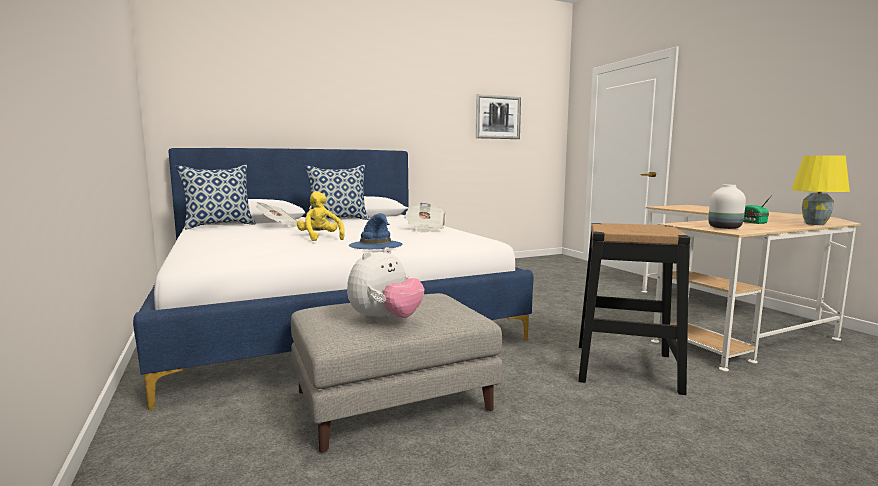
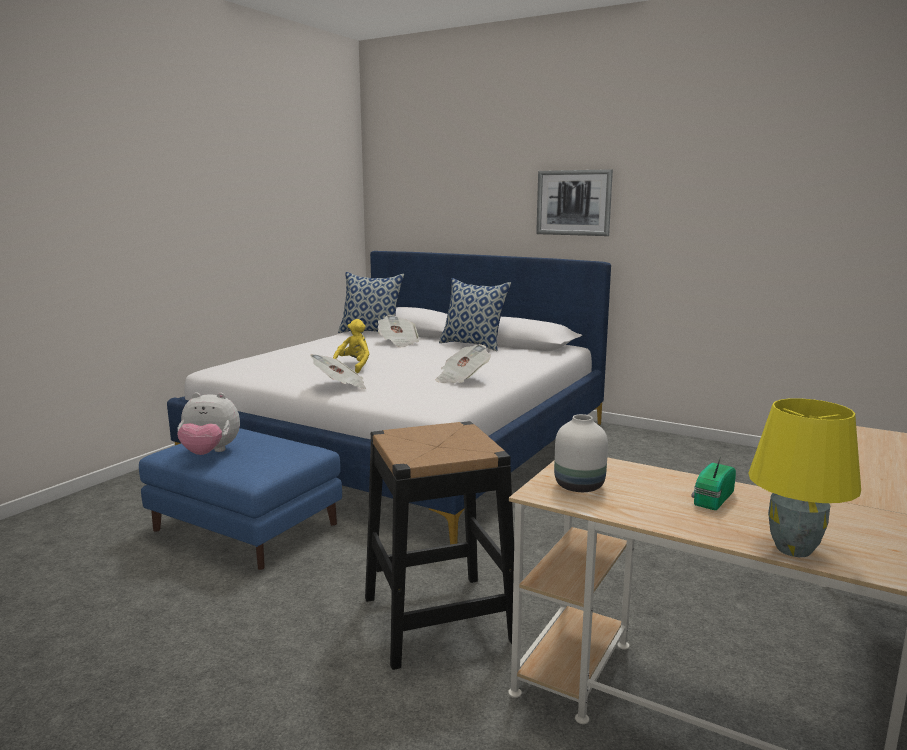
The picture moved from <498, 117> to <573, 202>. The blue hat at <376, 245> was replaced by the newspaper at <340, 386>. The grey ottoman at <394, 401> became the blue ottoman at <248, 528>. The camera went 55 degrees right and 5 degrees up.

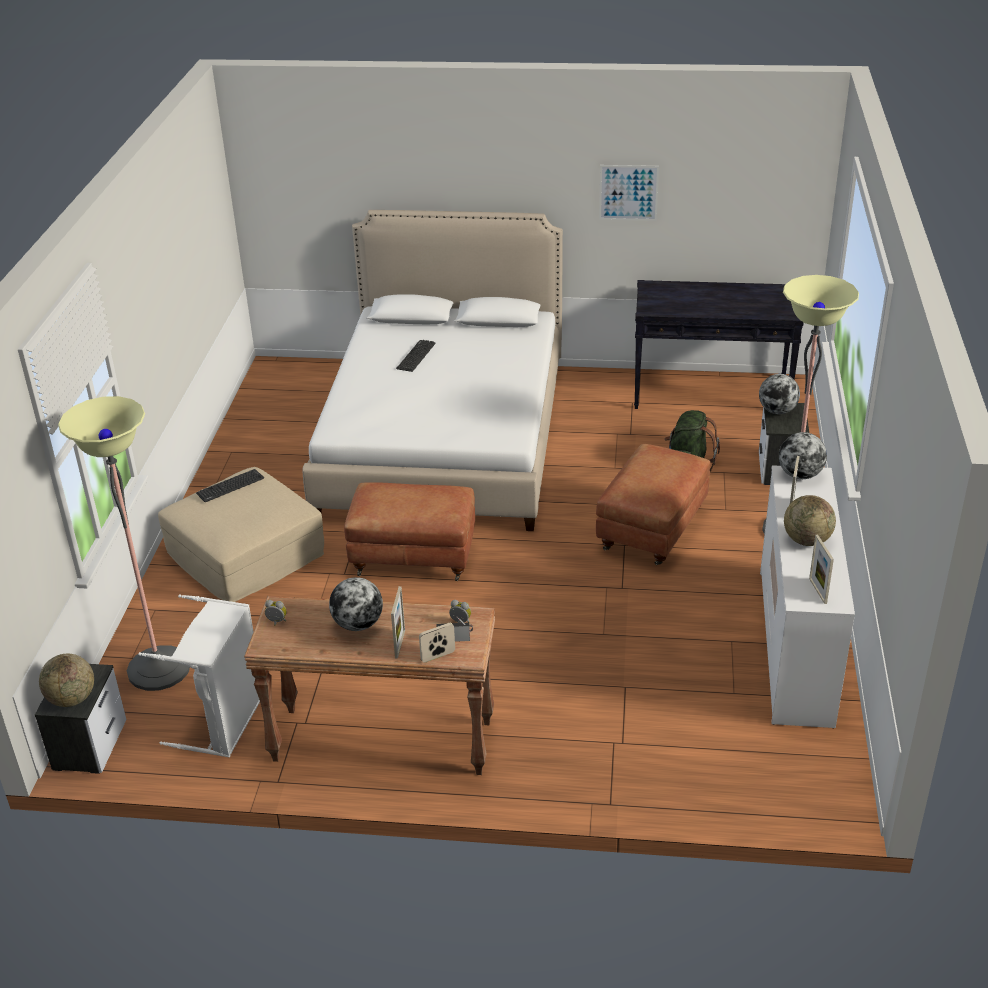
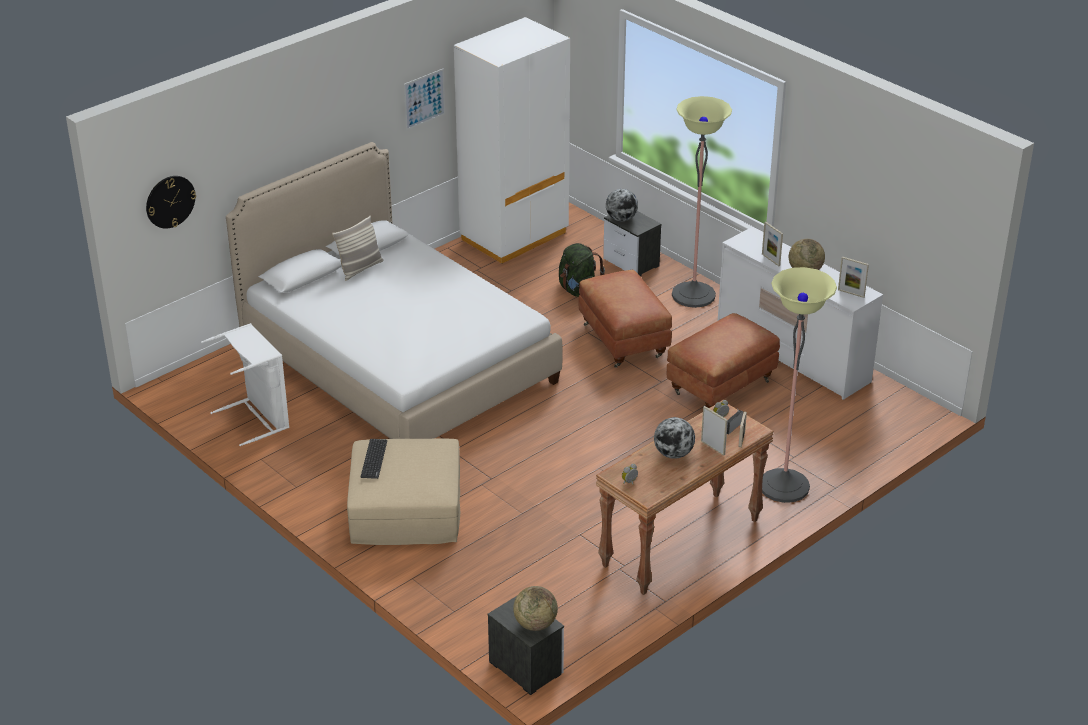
The black console table at <711, 392> was replaced by the white wardrobe at <514, 236>. The keyboard at <416, 356> disappeared. The floor lamp moved from <159, 669> to <784, 486>. The globe at <800, 475> disappeared. The brown ottoman moved from <414, 558> to <721, 386>. The white laundry basket moved from <224, 722> to <257, 418>. The wall clock at <170, 201> appeared. The pillow at <360, 269> appeared. The camera went 50 degrees left and 0 degrees up.

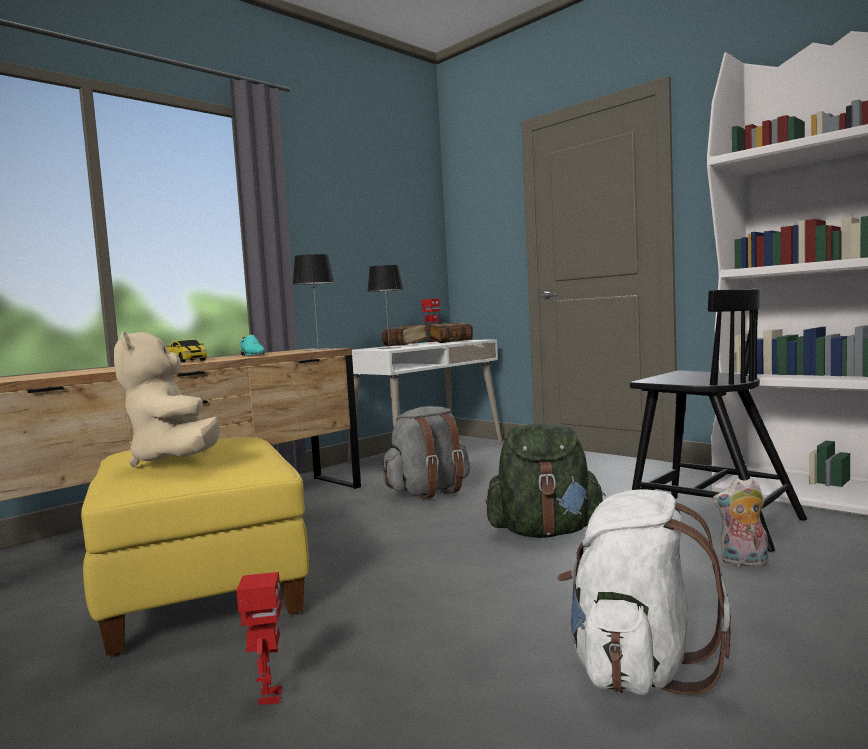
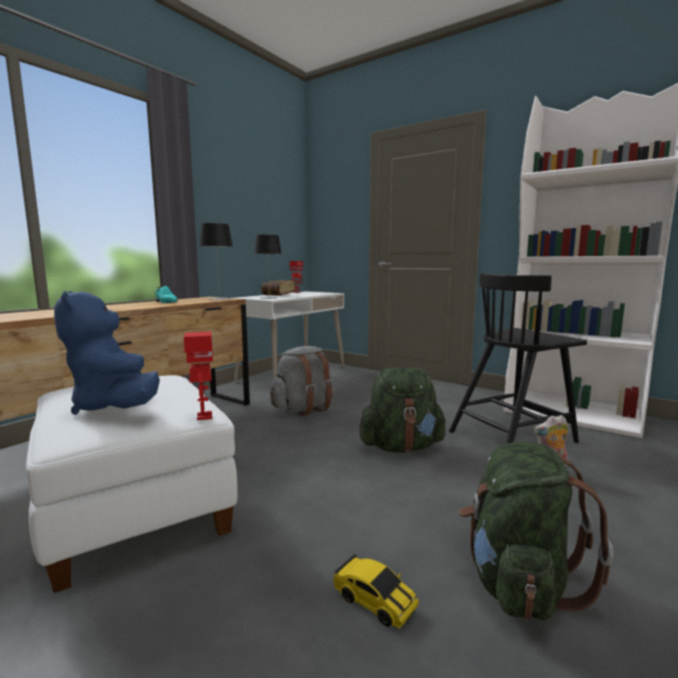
The black chair at <711, 521> turned 120 degrees clockwise. The book at <450, 341> disappeared. The beige plush toy at <176, 461> became the blue plush toy at <115, 407>. The toy car moved from <187, 361> to <374, 601>. The yellow ottoman at <201, 590> became the white ottoman at <135, 509>. The white backpack at <637, 668> became the green backpack at <518, 582>. The toy robot moved from <268, 697> to <203, 416>. The camera went 10 degrees left and 5 degrees up.

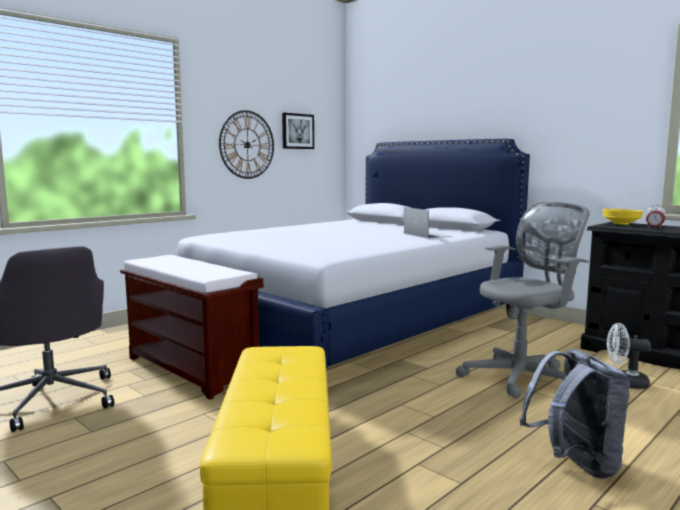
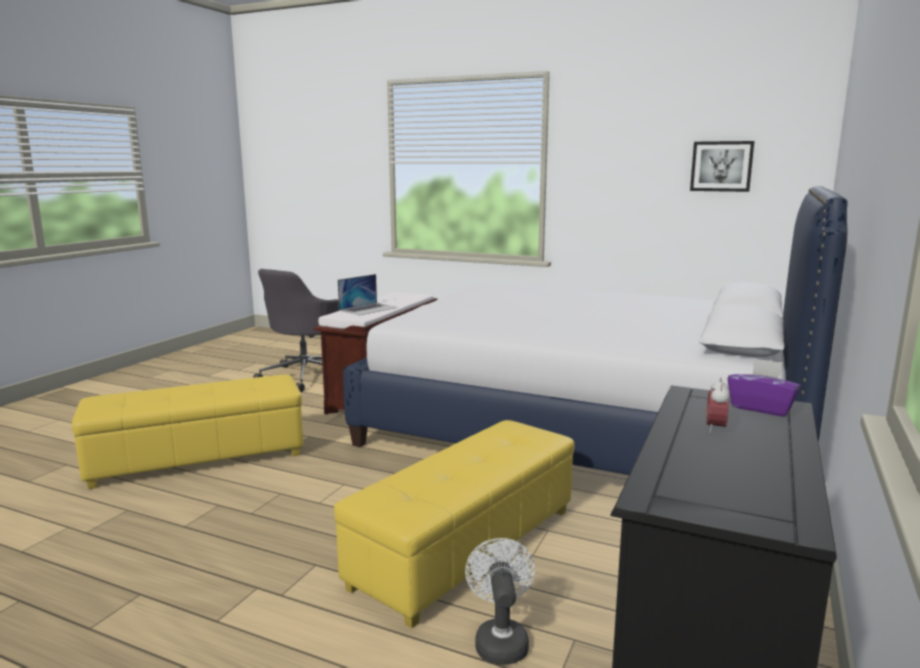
The wall clock at <247, 144> disappeared. The grey office chair at <522, 377> was replaced by the yellow ottoman at <467, 548>. The laptop moved from <427, 235> to <368, 309>. The yellow bowl at <621, 224> was replaced by the purple tissue box at <761, 408>. The grey backpack at <575, 465> disappeared. The camera went 70 degrees right and 5 degrees up.

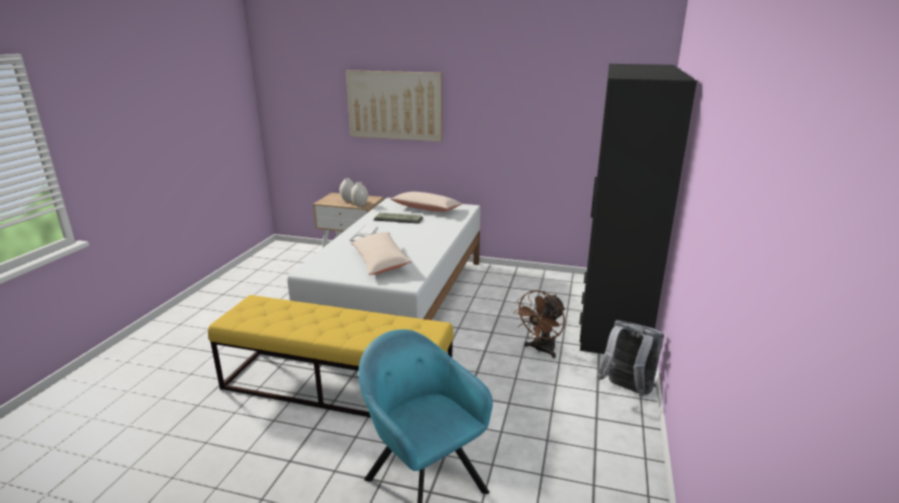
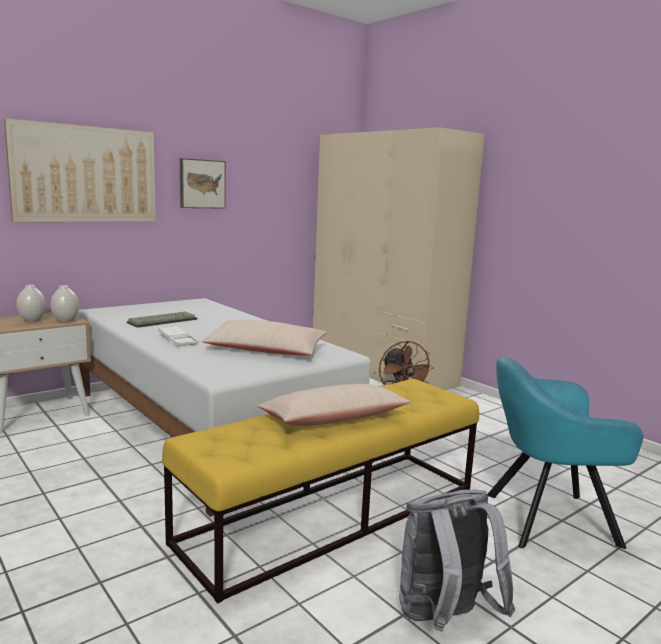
The black wardrobe at <613, 313> became the beige wardrobe at <381, 370>. The beige pillow moved from <426, 209> to <333, 419>. The grey backpack moved from <626, 390> to <444, 619>. The picture at <201, 184> appeared. The camera went 55 degrees left and 10 degrees down.

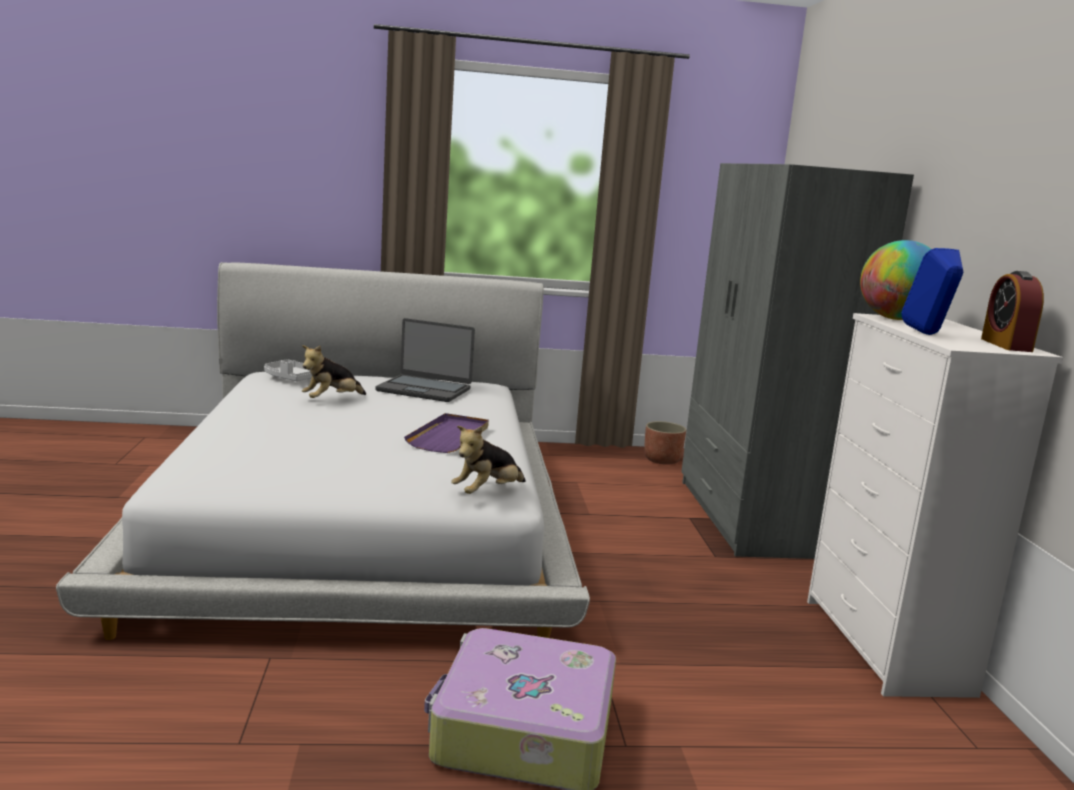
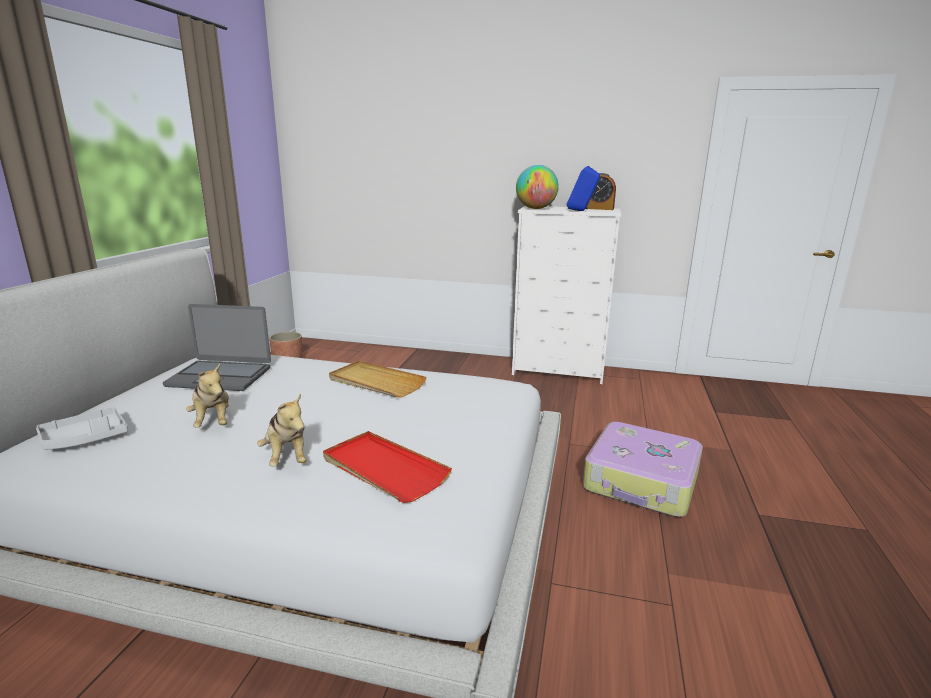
The grey wardrobe at <753, 518> disappeared. The laptop at <424, 390> turned 60 degrees clockwise. The purple tray at <450, 437> became the beige tray at <376, 382>. The plush toy moved from <487, 492> to <286, 457>. The red tray at <383, 469> appeared. The camera went 70 degrees left and 5 degrees up.

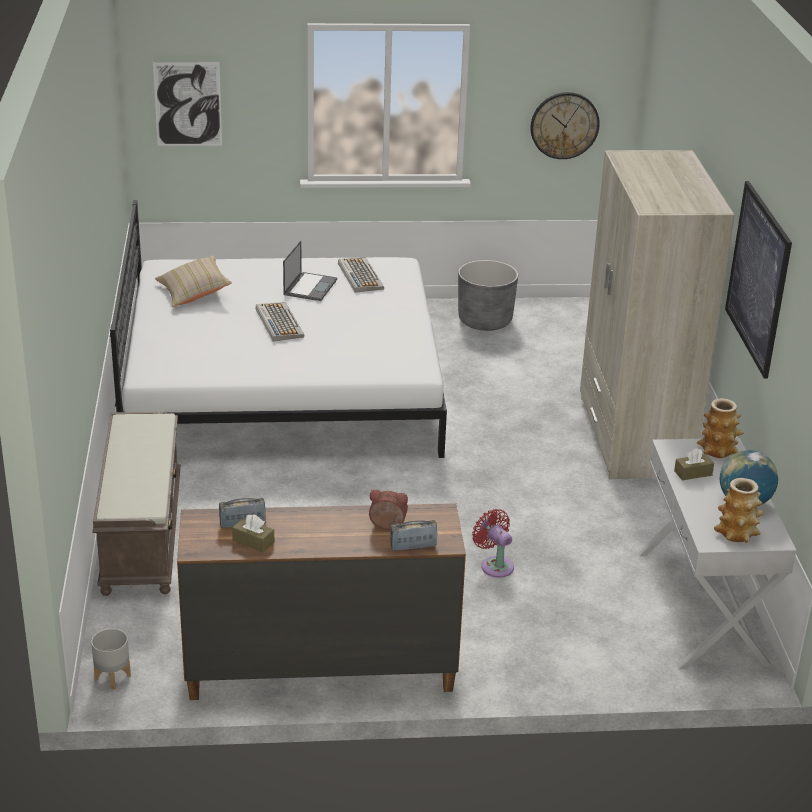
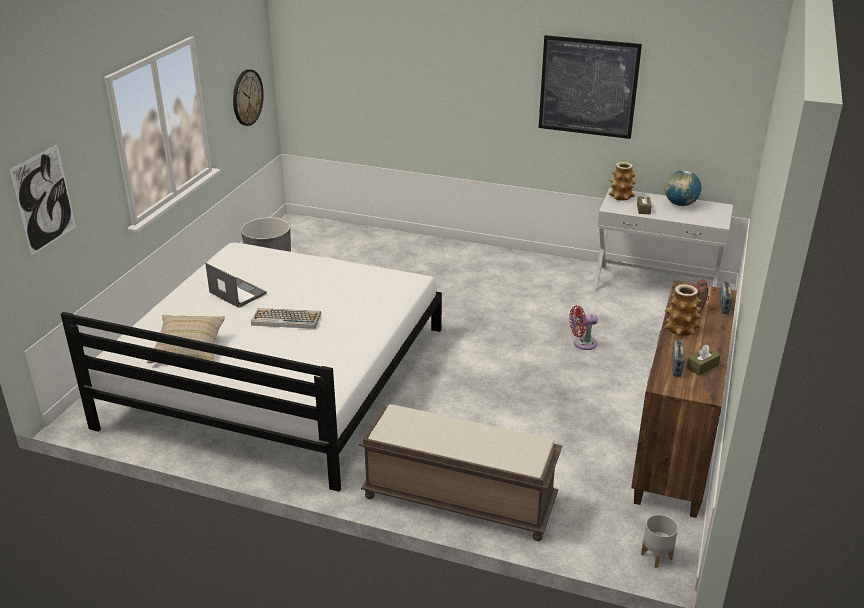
The beige wardrobe at <633, 437> disappeared. The keyboard at <359, 276> disappeared. The vase moved from <737, 533> to <680, 329>. The camera went 65 degrees left and 0 degrees up.

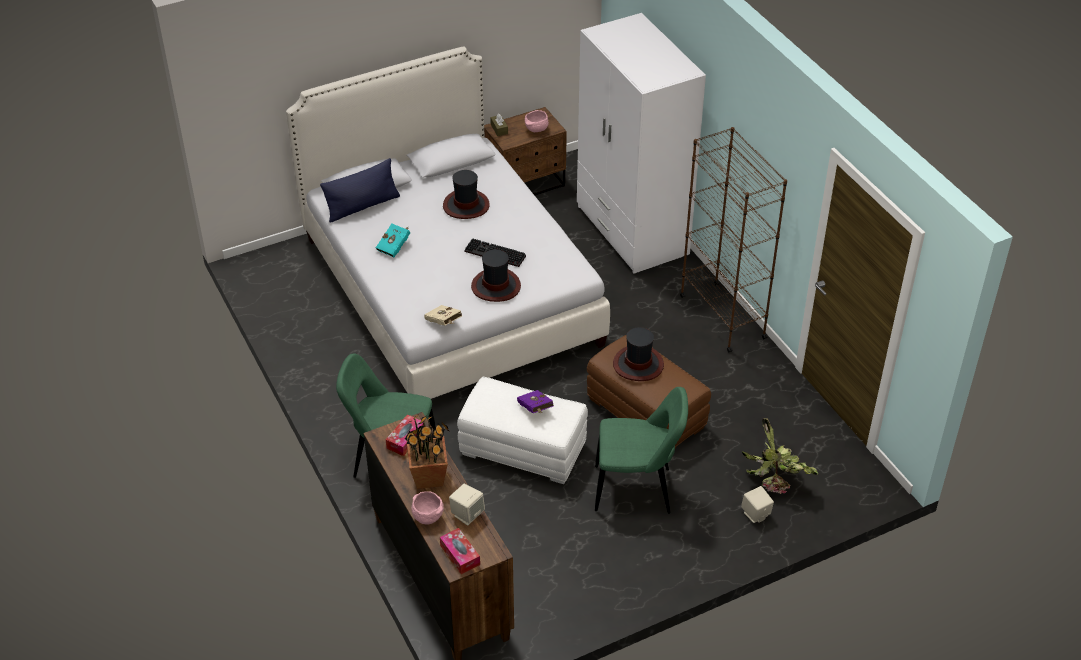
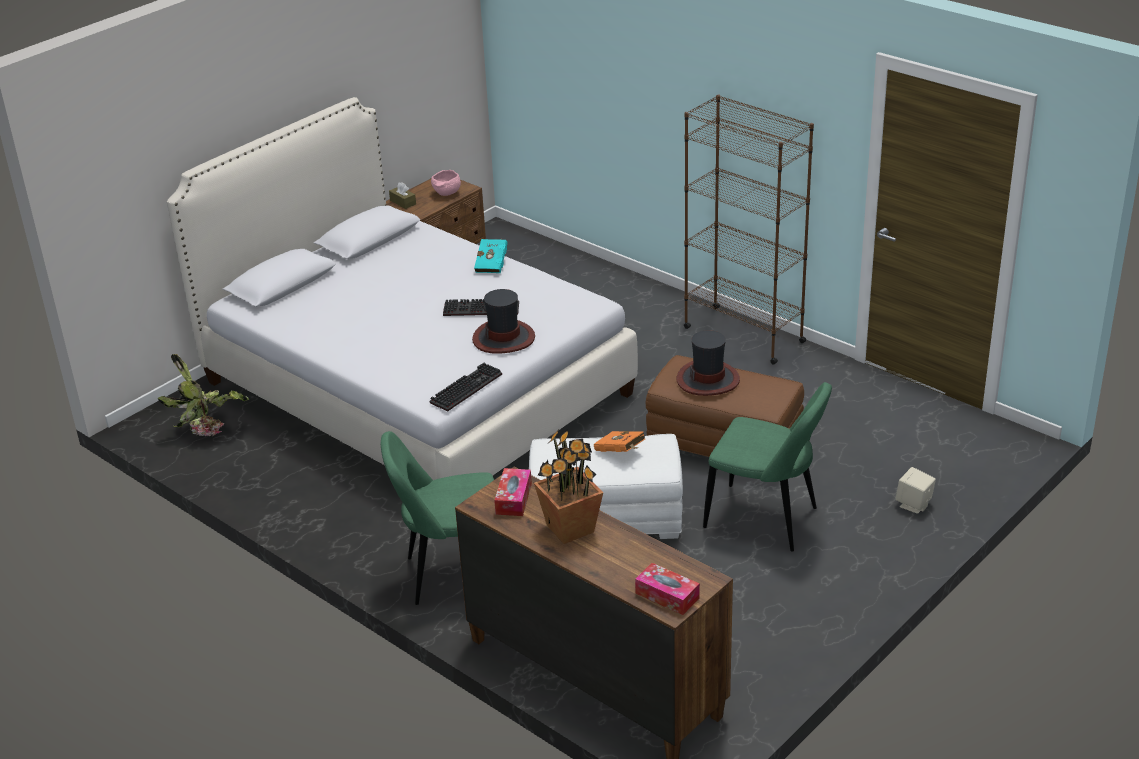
The white wardrobe at <631, 230> disappeared. The blue pillow at <362, 206> disappeared. The hat at <466, 205> disappeared. The turquoise book moved from <395, 246> to <492, 264>. The beige book at <444, 323> was replaced by the keyboard at <466, 387>. The green chair at <637, 490> turned 45 degrees clockwise. The purple book at <535, 409> became the orange book at <621, 453>. The potted plant moved from <777, 481> to <212, 428>. The beige speaker at <467, 514> disappeared. The pink bowl at <427, 517> disappeared. The camera went 20 degrees left and 10 degrees down.

